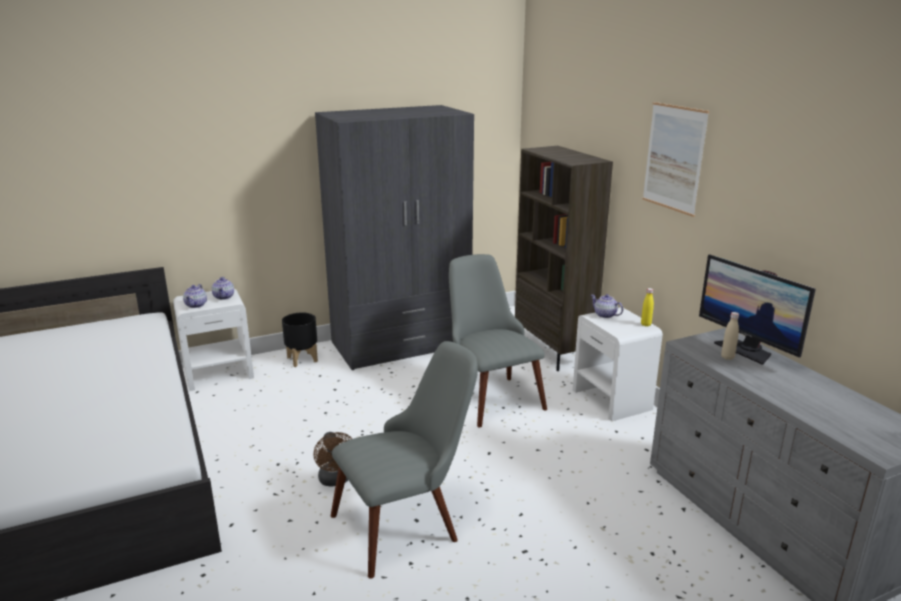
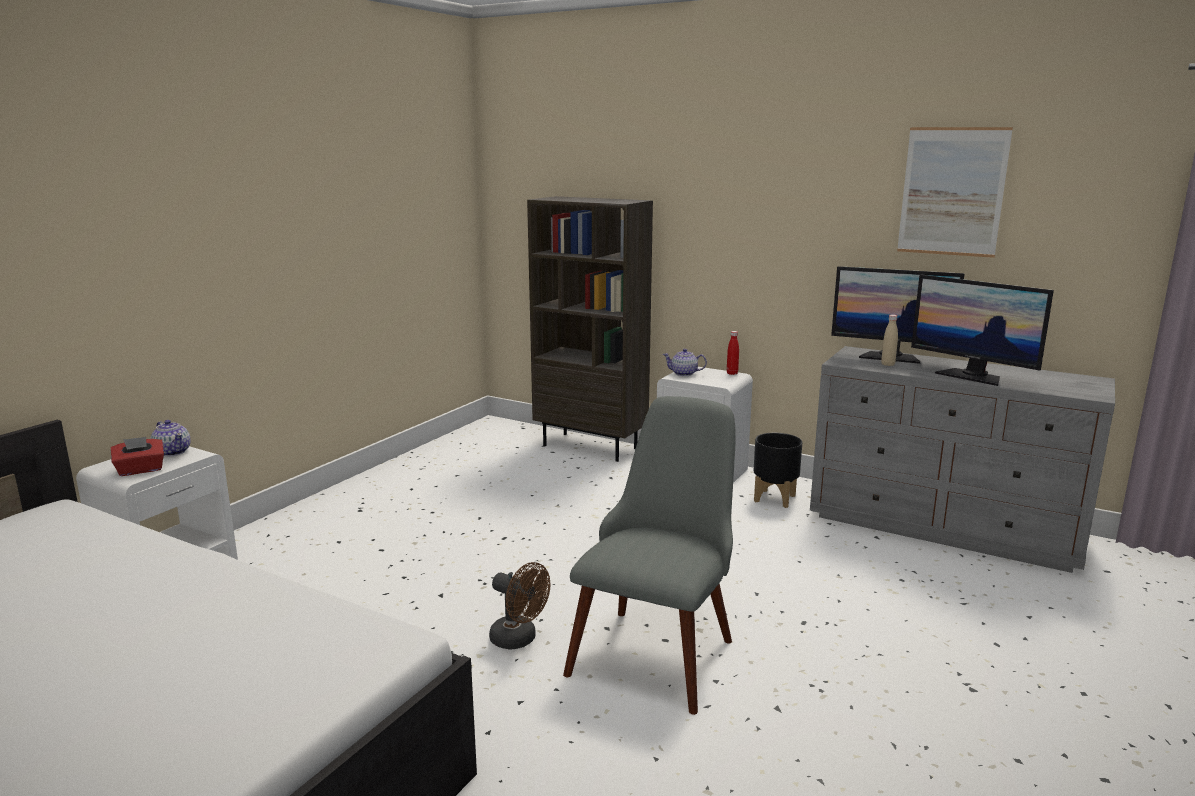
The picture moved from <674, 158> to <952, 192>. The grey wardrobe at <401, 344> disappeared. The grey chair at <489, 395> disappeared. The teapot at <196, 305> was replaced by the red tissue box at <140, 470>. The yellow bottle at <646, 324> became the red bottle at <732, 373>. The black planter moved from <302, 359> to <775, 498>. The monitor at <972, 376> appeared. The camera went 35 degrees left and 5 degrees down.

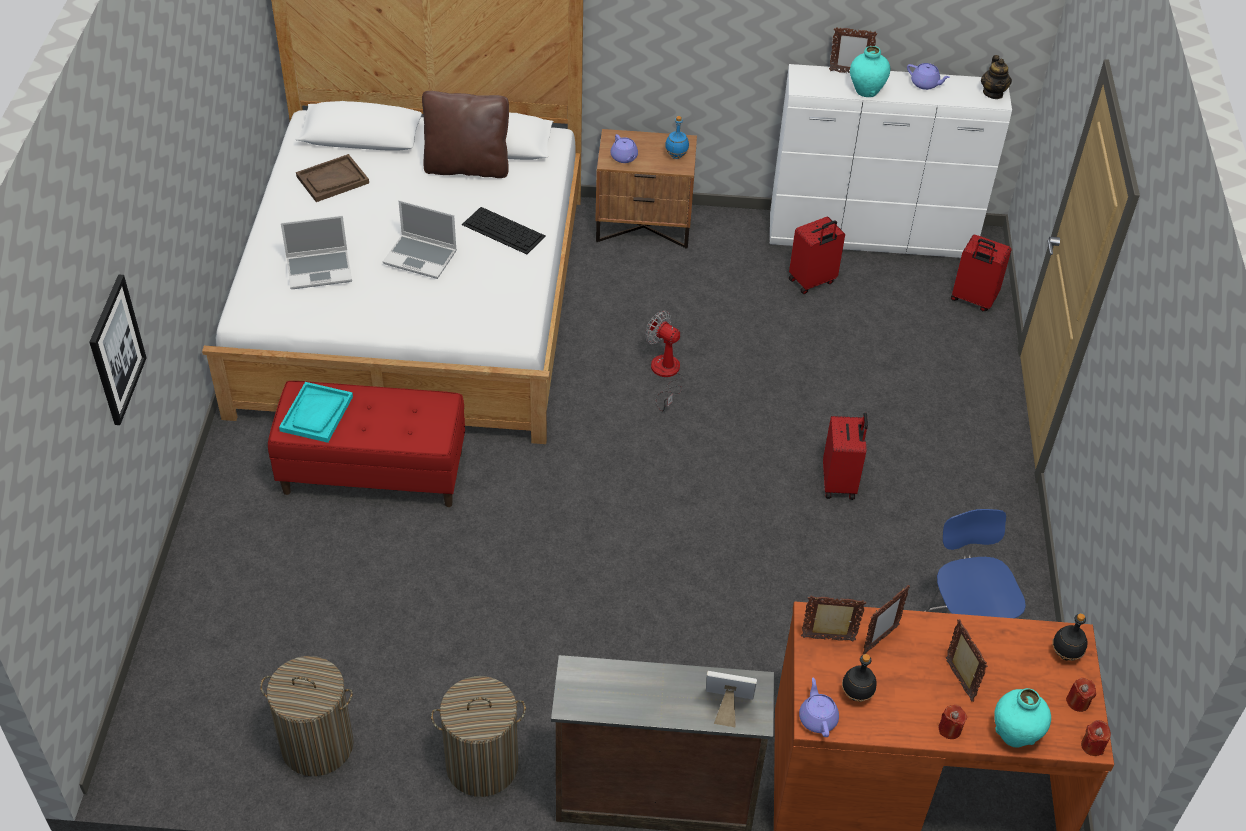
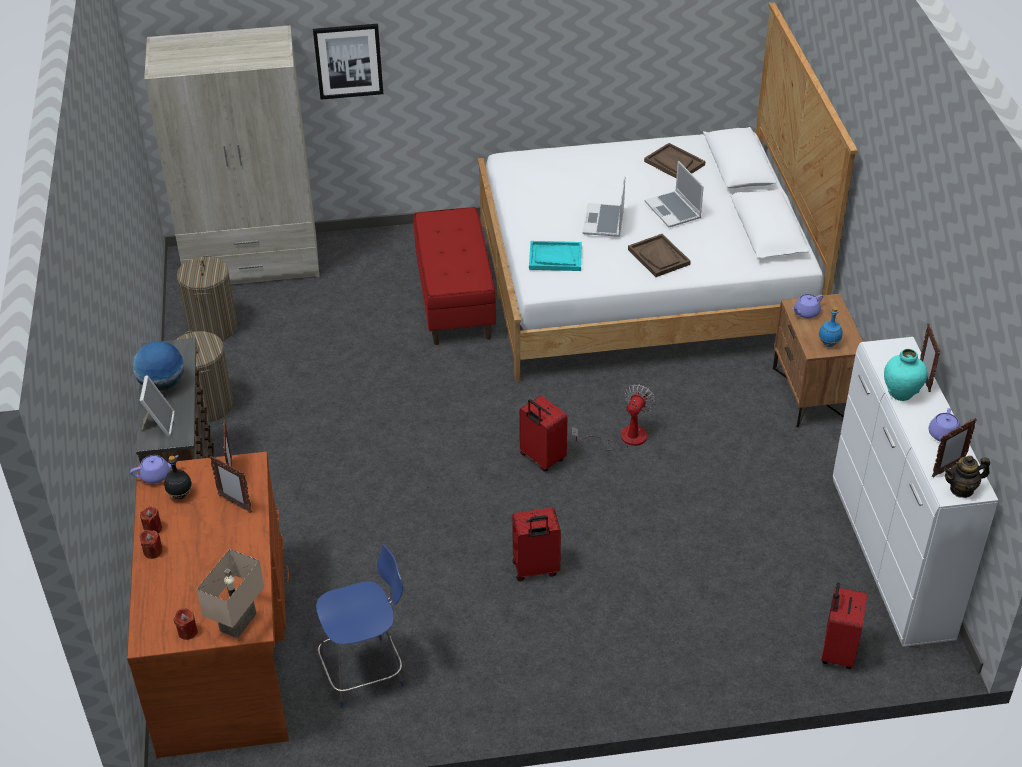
The brown pillow at <467, 167> disappeared. The keyboard at <504, 230> was replaced by the brown tray at <659, 257>. The laptop moved from <320, 270> to <674, 211>. The red suitcase moved from <812, 282> to <541, 458>. The turquoise tray moved from <316, 414> to <555, 257>. The black bottle at <1065, 654> was replaced by the beige table lamp at <237, 621>. The picture frame moved from <959, 681> to <947, 469>. The turquoise vase at <1015, 735> disappeared. The red candle moved from <1092, 746> to <153, 528>. The beige wardrobe at <253, 262> appeared. The globe at <162, 384> appeared. The camera went 80 degrees right and 5 degrees down.

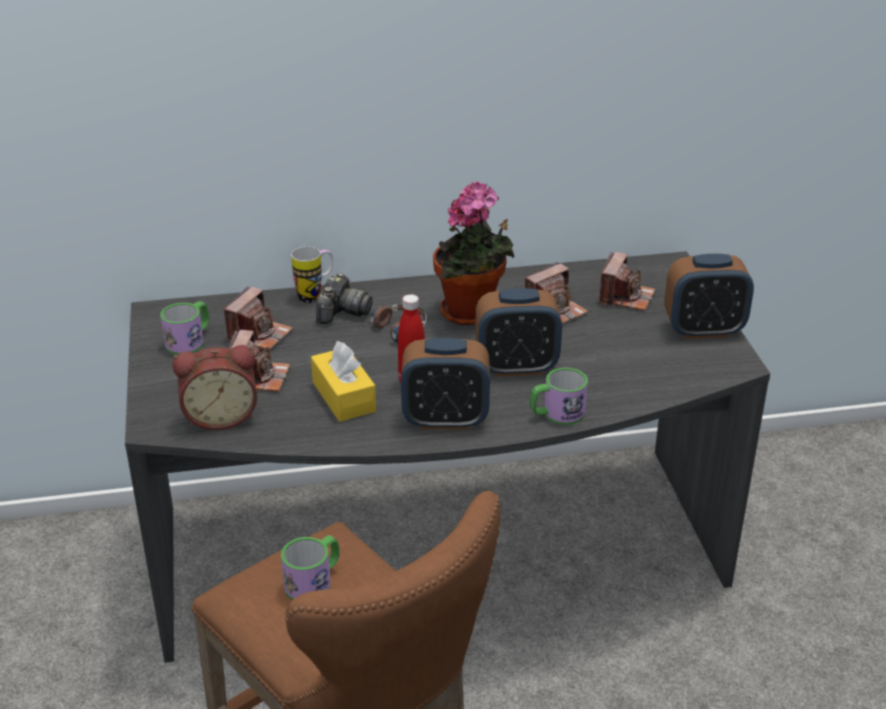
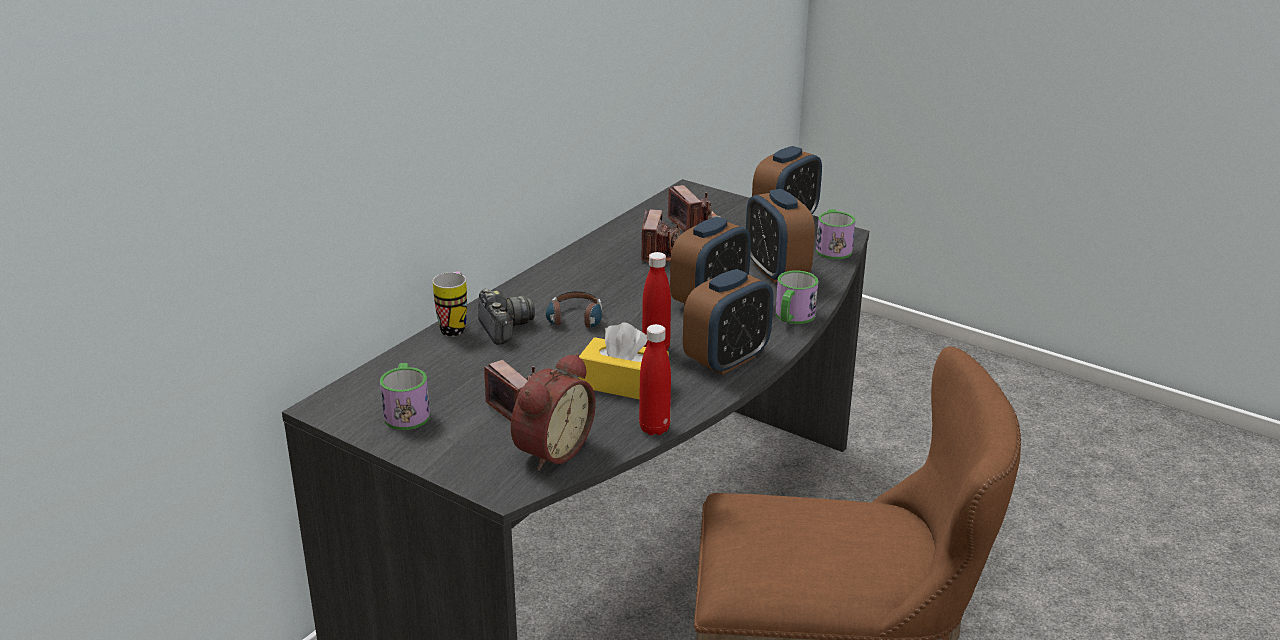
The potted plant at <472, 314> disappeared. The photo camera at <259, 334> disappeared. The mug moved from <314, 581> to <832, 248>. The alarm clock at <776, 271> appeared. The red bottle at <654, 428> appeared. The camera went 45 degrees left and 5 degrees down.

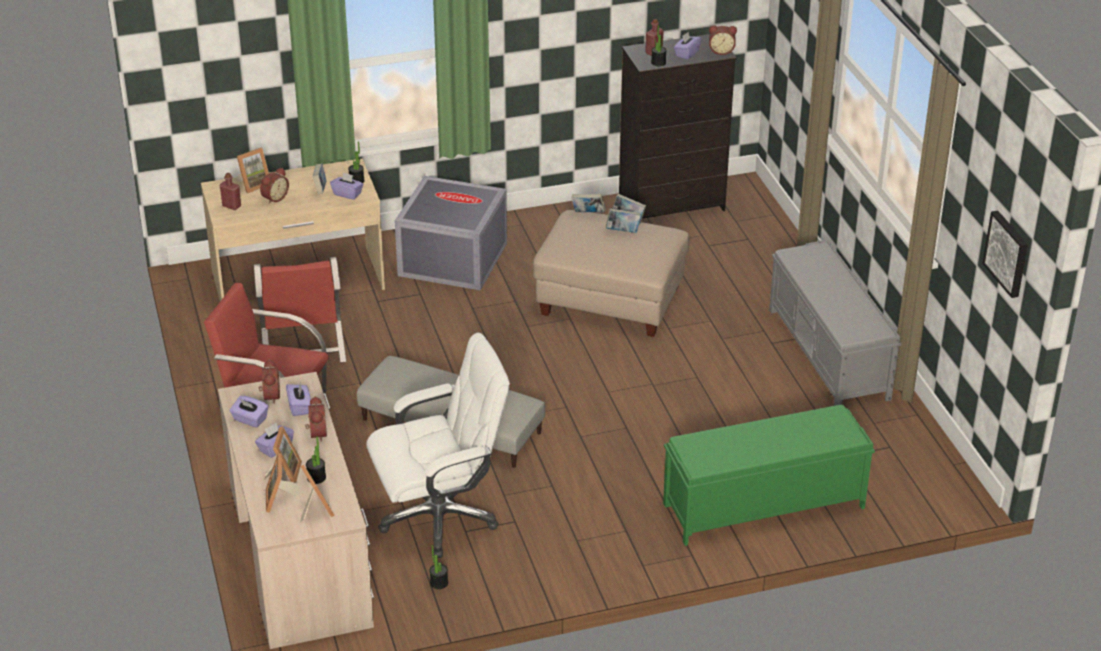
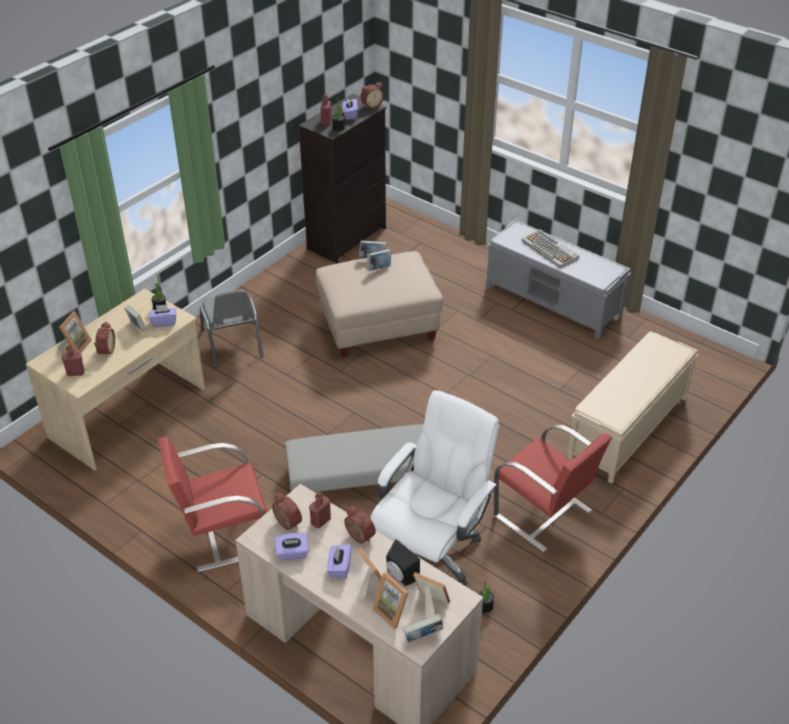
The grey storage box at <451, 260> was replaced by the grey chair at <232, 343>. The book moved from <588, 214> to <423, 637>. The picture at <1008, 253> disappeared. The red chair moved from <302, 347> to <544, 514>. The purple tissue box at <299, 407> was replaced by the red bottle at <320, 521>. The green bench at <762, 506> became the beige bench at <627, 429>. The potted plant at <316, 478> was replaced by the black speaker at <400, 576>. The keyboard at <550, 249> appeared. The camera went 35 degrees left and 5 degrees up.

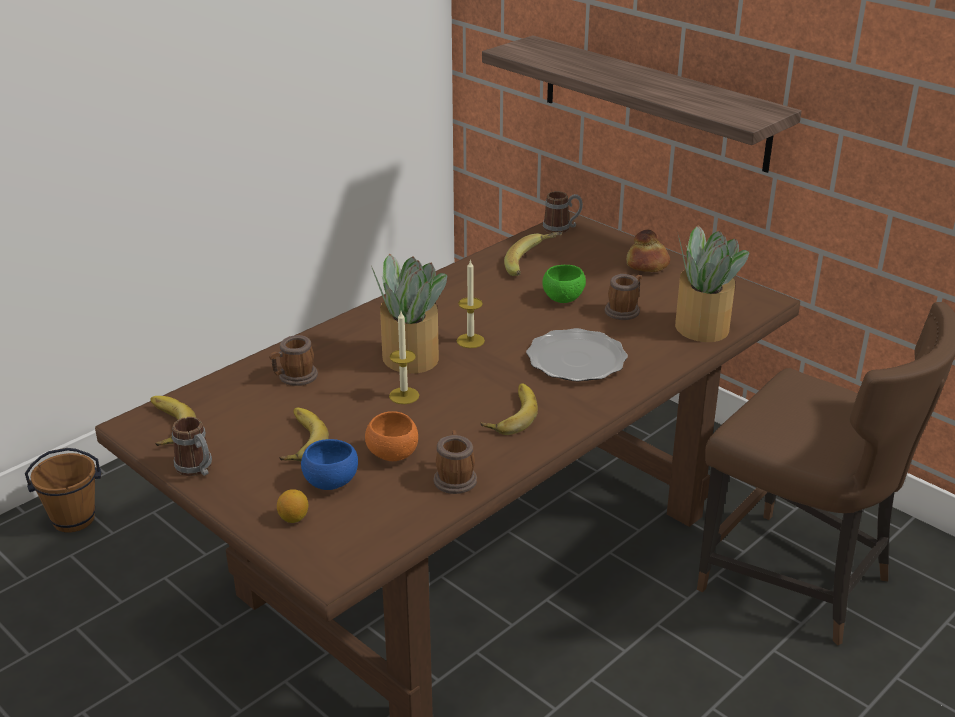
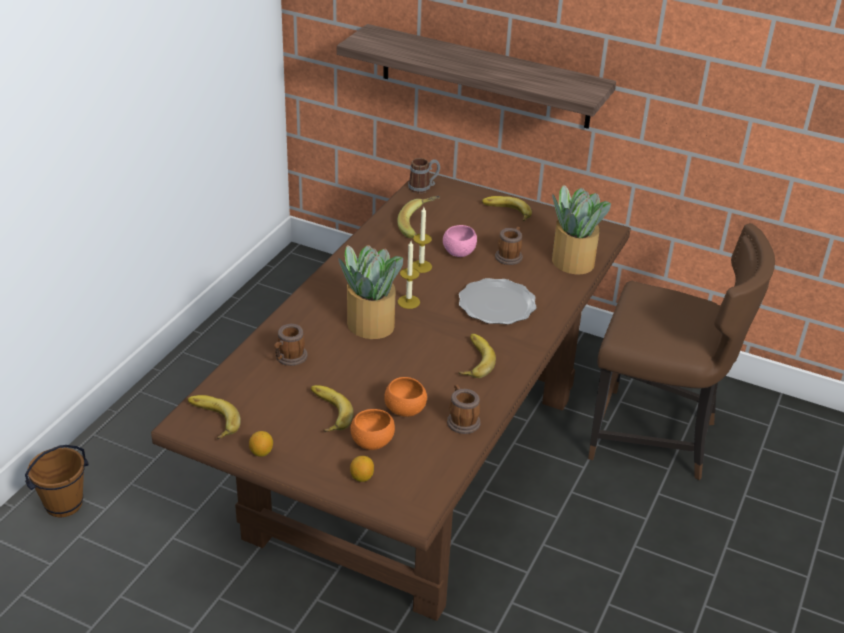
The bread at <647, 265> was replaced by the banana at <506, 212>. The green bowl at <563, 299> became the pink bowl at <458, 253>. The candle moved from <404, 395> to <421, 266>. The mug at <197, 469> was replaced by the lemon at <261, 452>. The blue bowl at <331, 482> became the orange bowl at <372, 443>. The camera went 20 degrees left and 5 degrees up.

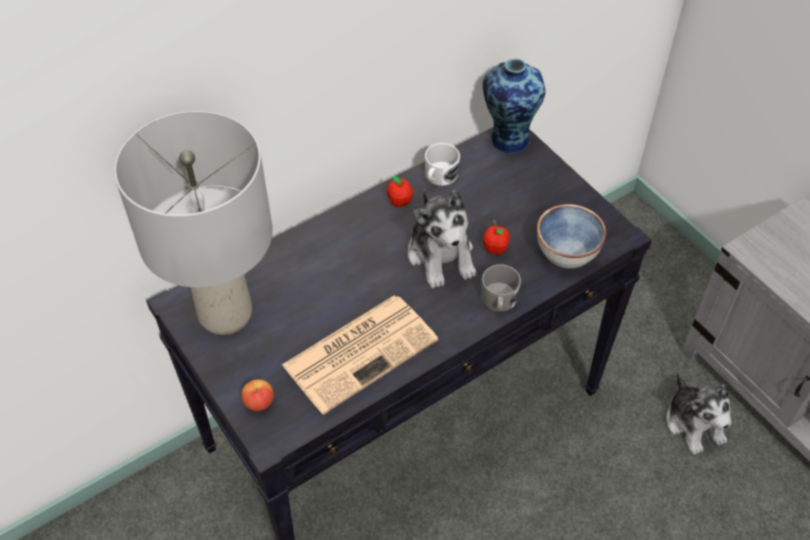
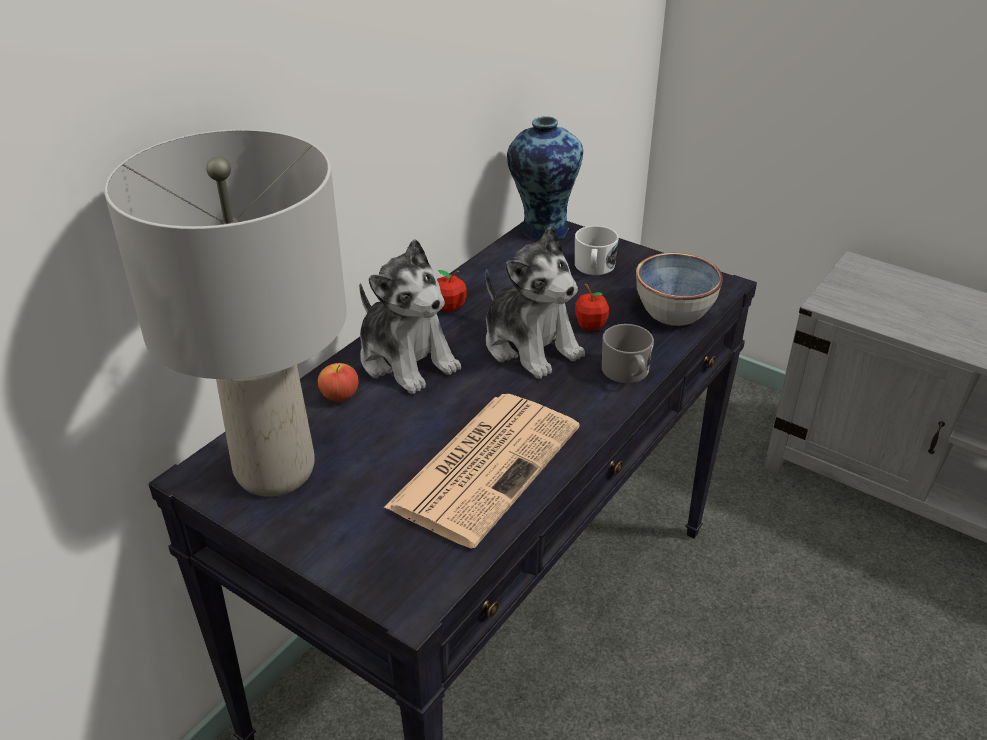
The white mug moved from <439, 177> to <594, 268>. The plush toy moved from <694, 424> to <407, 359>. The apple moved from <259, 402> to <340, 395>. The camera went 20 degrees left and 15 degrees down.

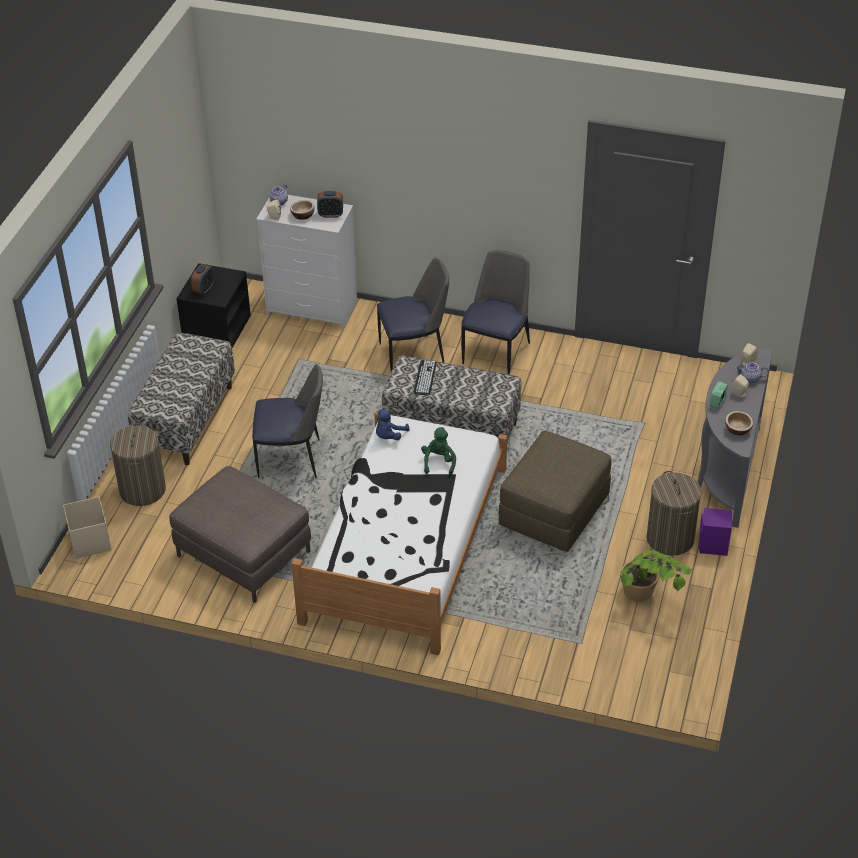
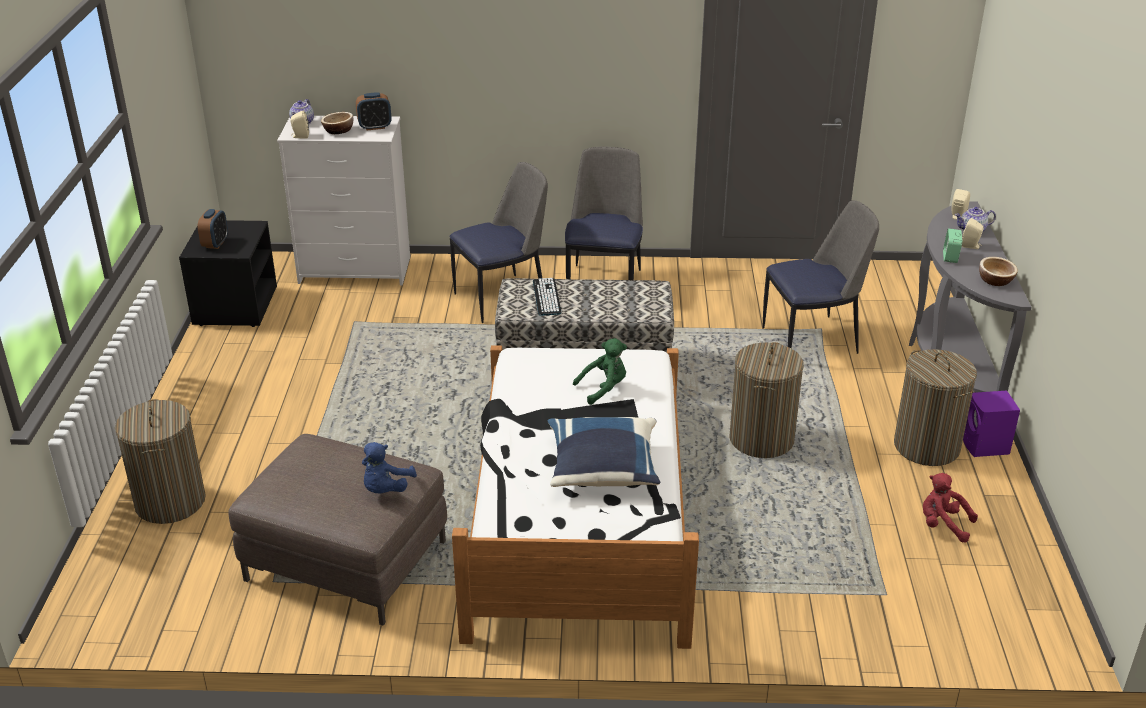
The bench at <186, 420> disappeared. The chair moved from <292, 459> to <812, 339>. The blue plush toy moved from <389, 436> to <385, 489>. The green plush toy at <439, 462> turned 75 degrees clockwise. The brown ottoman at <554, 511> was replaced by the laundry basket at <761, 439>. The beige storage box at <90, 541> disappeared. The potted plant at <647, 601> was replaced by the red plush toy at <943, 525>. The blue pillow at <602, 470> appeared. The camera went 15 degrees left and 10 degrees down.

